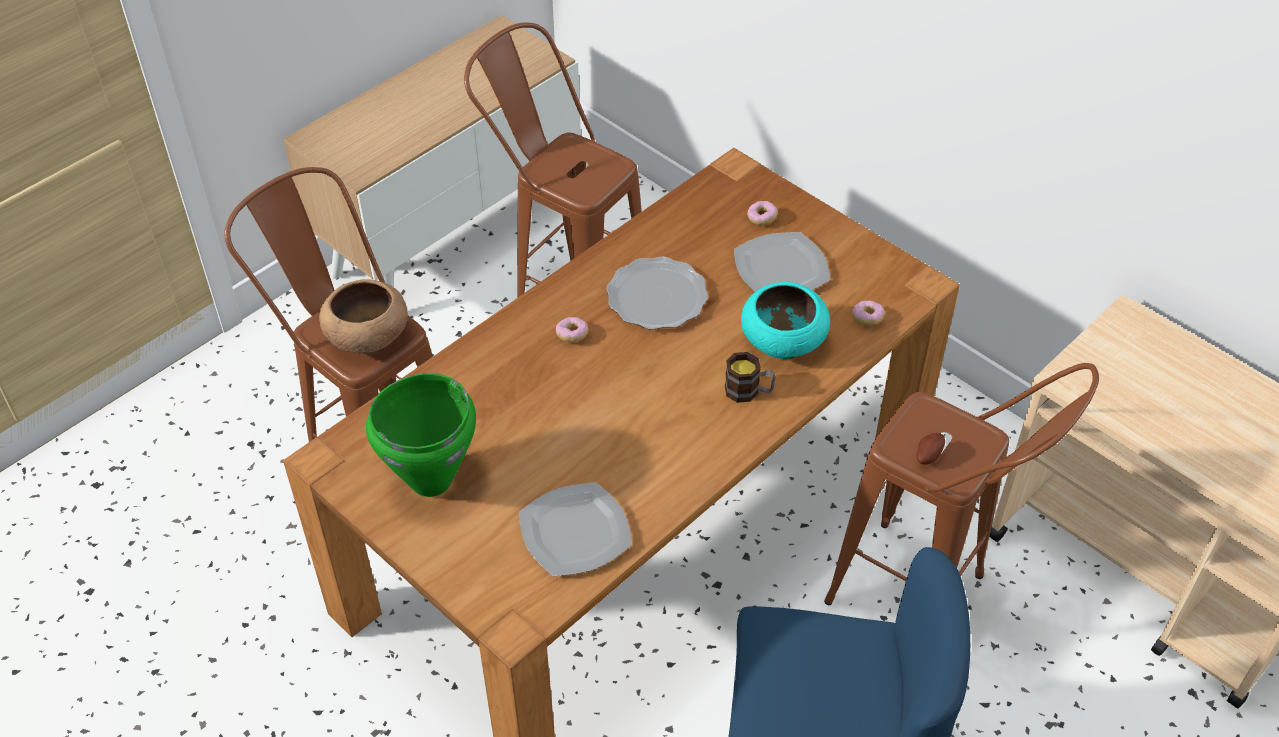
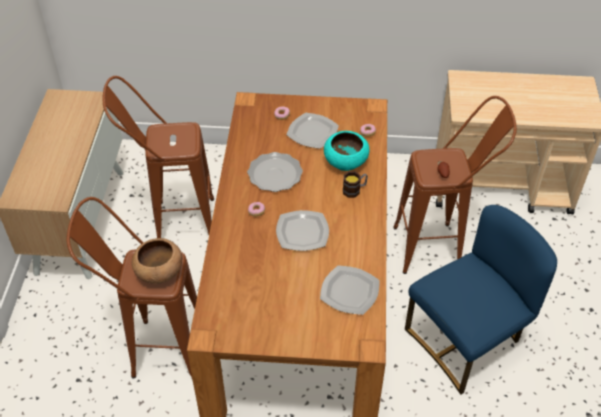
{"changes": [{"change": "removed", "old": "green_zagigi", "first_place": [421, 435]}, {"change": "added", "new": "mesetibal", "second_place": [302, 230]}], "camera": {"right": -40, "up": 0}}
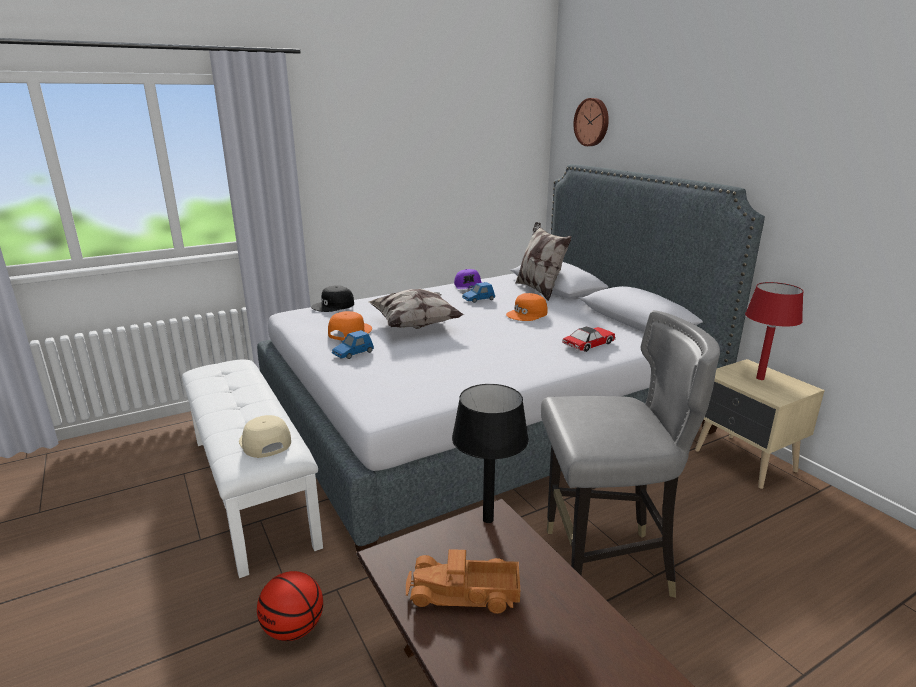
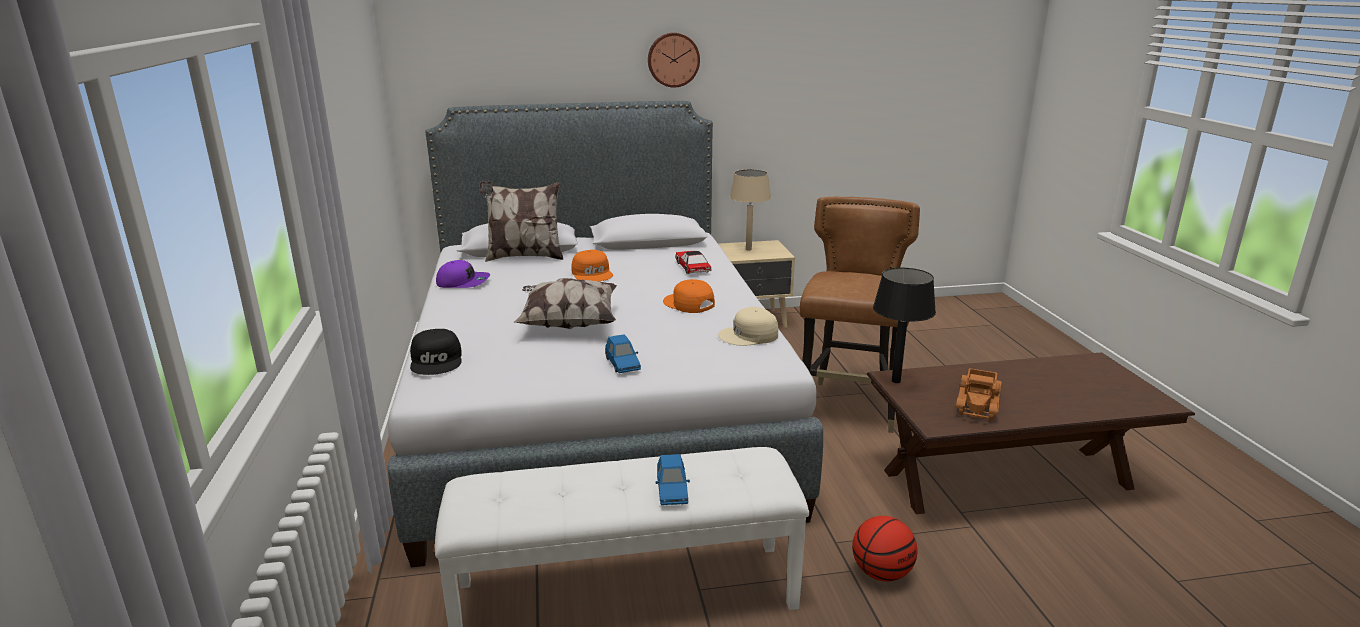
{"changes": [{"change": "moved", "old": "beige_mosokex", "first_place": [265, 436], "second_place": [748, 326]}, {"change": "moved", "old": "orange_mosokex", "first_place": [350, 326], "second_place": [689, 296]}, {"change": "moved", "old": "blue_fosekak", "first_place": [478, 292], "second_place": [673, 479]}, {"change": "recoloured", "old": "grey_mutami", "new": "brown_mutami", "first_place": [630, 454], "second_place": [860, 315]}, {"change": "moved", "old": "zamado", "first_place": [591, 122], "second_place": [674, 60]}, {"change": "recoloured", "old": "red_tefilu", "new": "beige_tefilu", "first_place": [774, 331], "second_place": [750, 209]}], "camera": {"right": -70, "up": 0}}
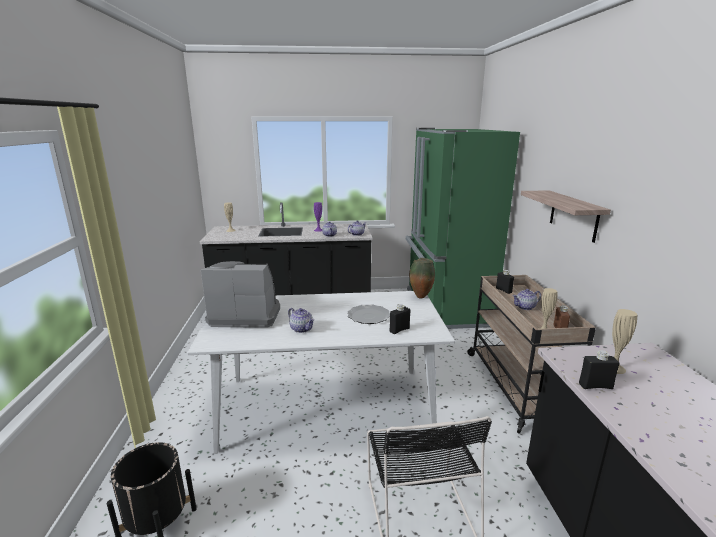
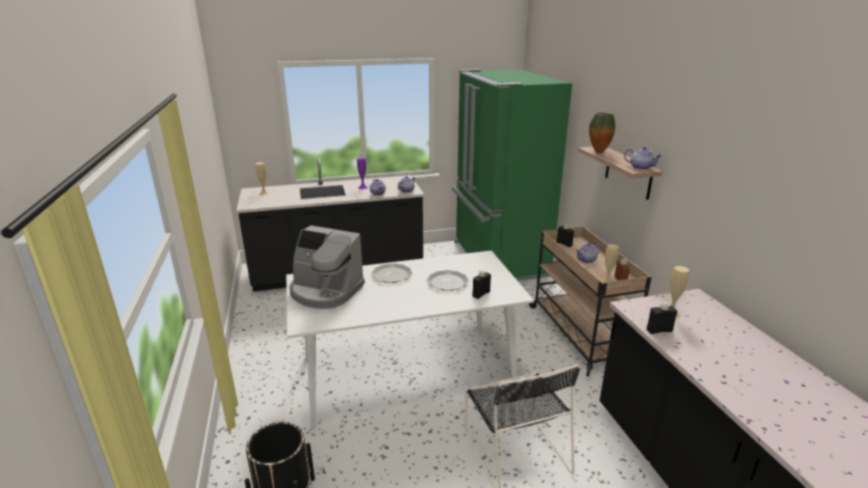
{"changes": [{"change": "turned", "old": "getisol", "first_place": [240, 294], "second_place": [327, 267], "degrees": -150}, {"change": "moved", "old": "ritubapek", "first_place": [301, 320], "second_place": [643, 158]}, {"change": "moved", "old": "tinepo", "first_place": [422, 278], "second_place": [602, 132]}, {"change": "added", "new": "mesetibal", "second_place": [391, 273]}], "camera": {"right": -10, "up": 5}}
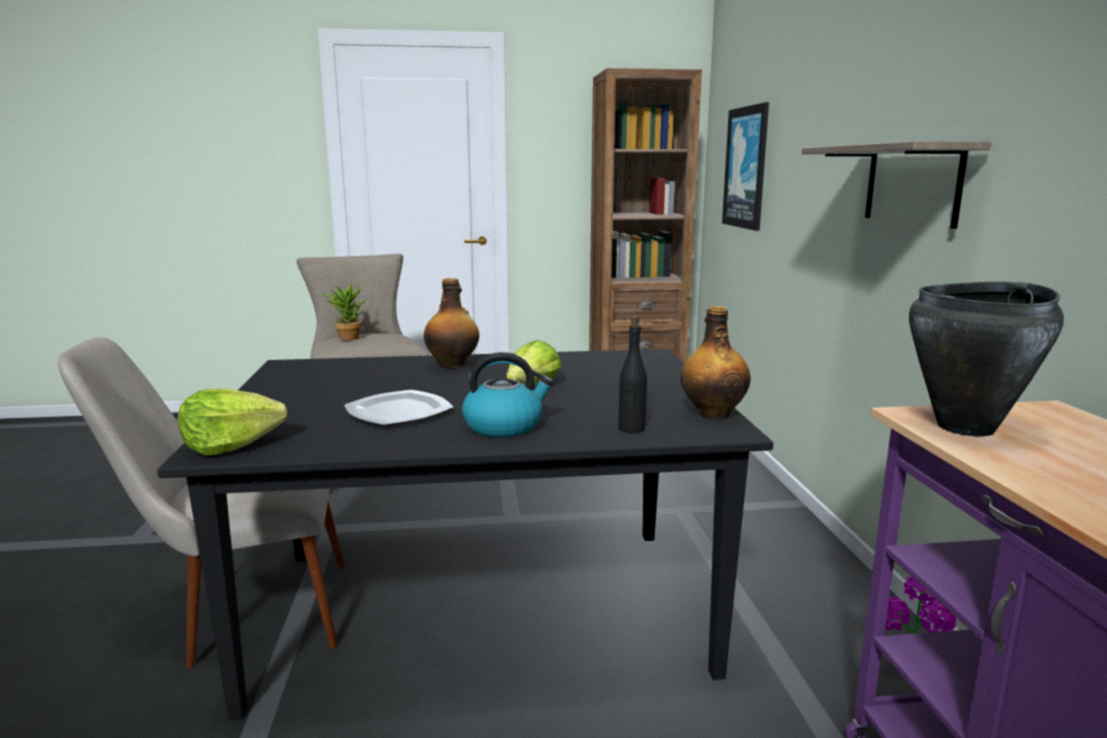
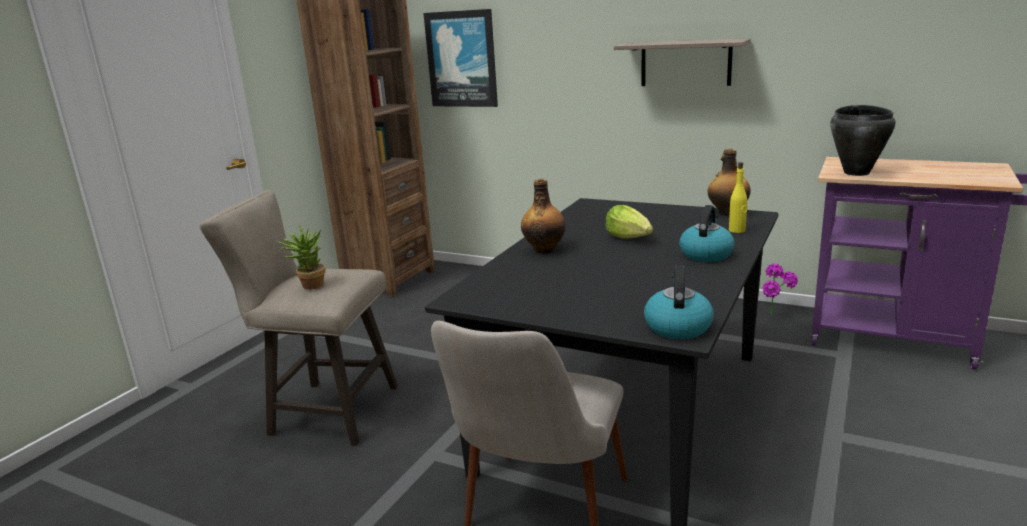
{"changes": [{"change": "replaced", "old": "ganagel", "new": "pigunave", "first_place": [233, 422], "second_place": [679, 302]}, {"change": "removed", "old": "mesetibal", "first_place": [398, 407]}, {"change": "recoloured", "old": "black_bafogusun", "new": "yellow_bafogusun", "first_place": [632, 374], "second_place": [738, 197]}], "camera": {"right": -55, "up": 5}}
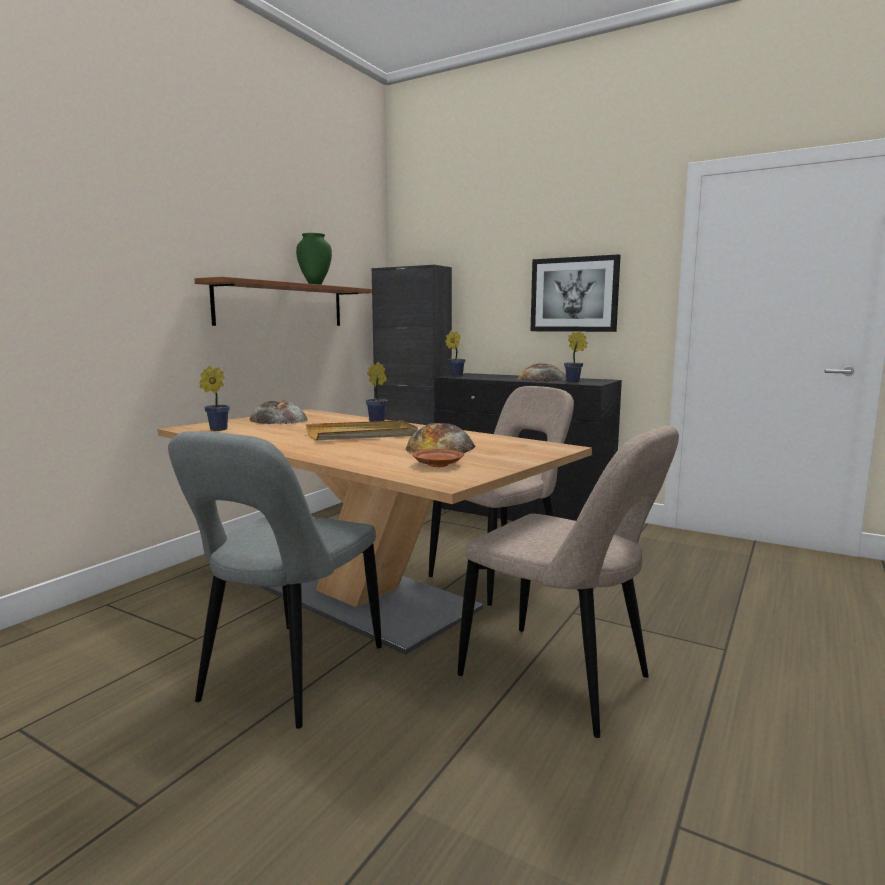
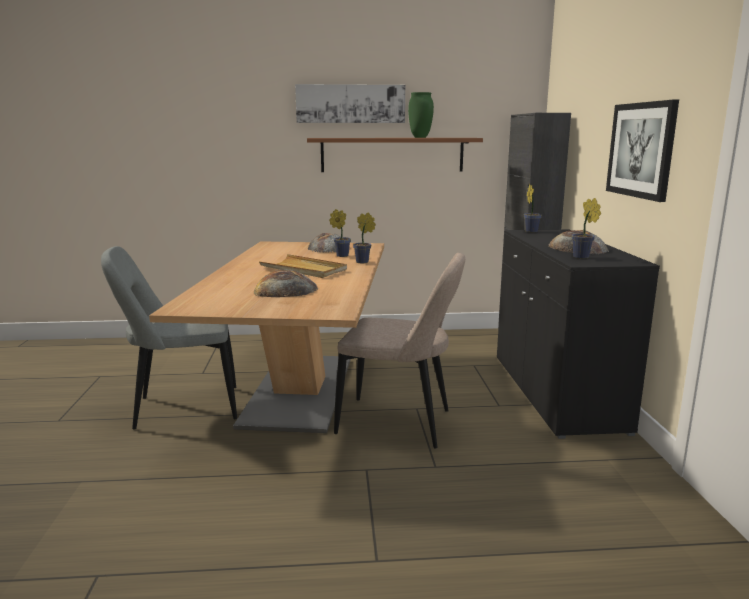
{"changes": [{"change": "moved", "old": "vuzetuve", "first_place": [215, 398], "second_place": [340, 233]}, {"change": "removed", "old": "brown_mesetibal", "first_place": [438, 458]}, {"change": "removed", "old": "beige_mutami", "first_place": [568, 581]}, {"change": "added", "new": "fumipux", "second_place": [350, 103]}], "camera": {"right": 55, "up": 5}}
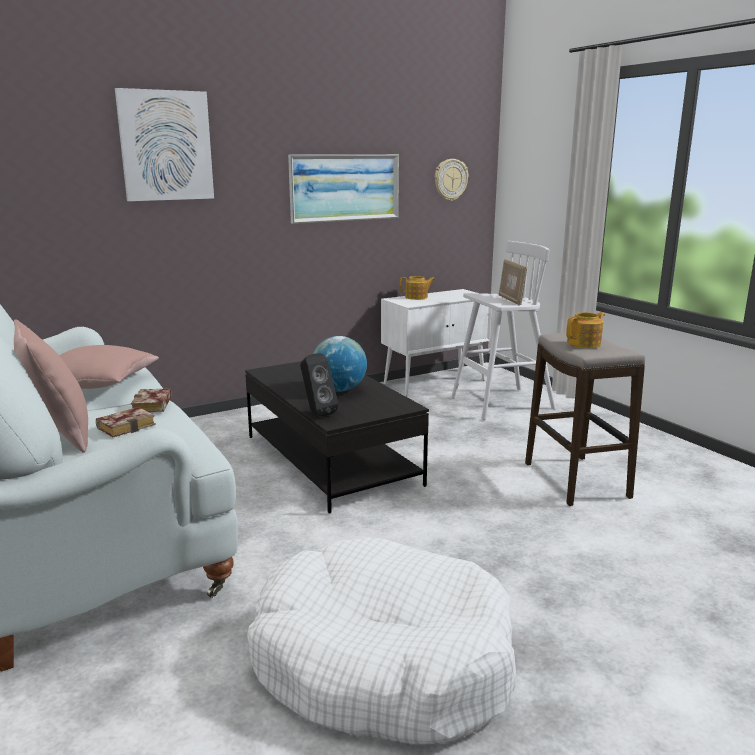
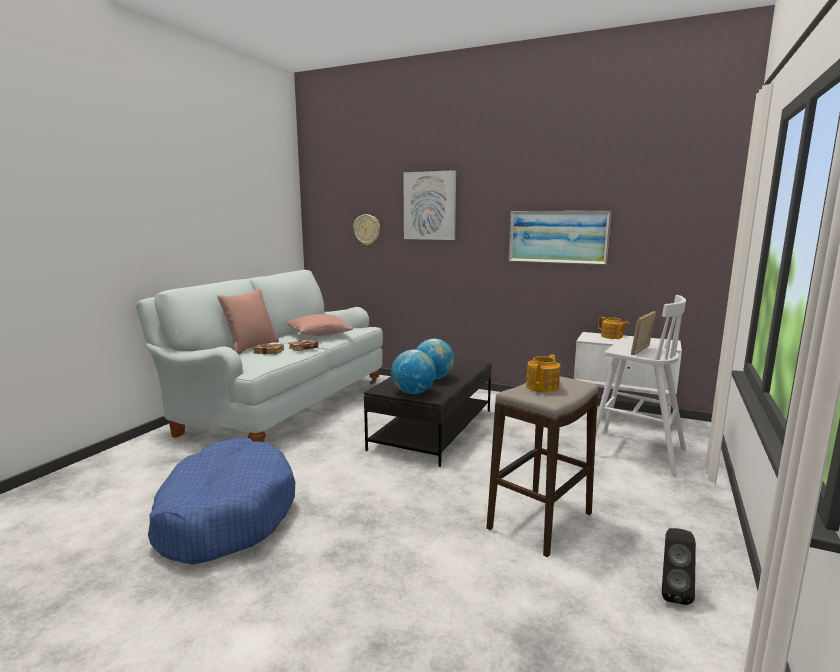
{"changes": [{"change": "recoloured", "old": "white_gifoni", "new": "blue_gifoni", "first_place": [381, 641], "second_place": [221, 501]}, {"change": "moved", "old": "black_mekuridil", "first_place": [319, 385], "second_place": [679, 566]}, {"change": "moved", "old": "zamado", "first_place": [451, 180], "second_place": [366, 229]}, {"change": "turned", "old": "ritubapek", "first_place": [585, 330], "second_place": [543, 373], "degrees": -75}, {"change": "added", "new": "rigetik", "second_place": [413, 372]}], "camera": {"right": 55, "up": -5}}
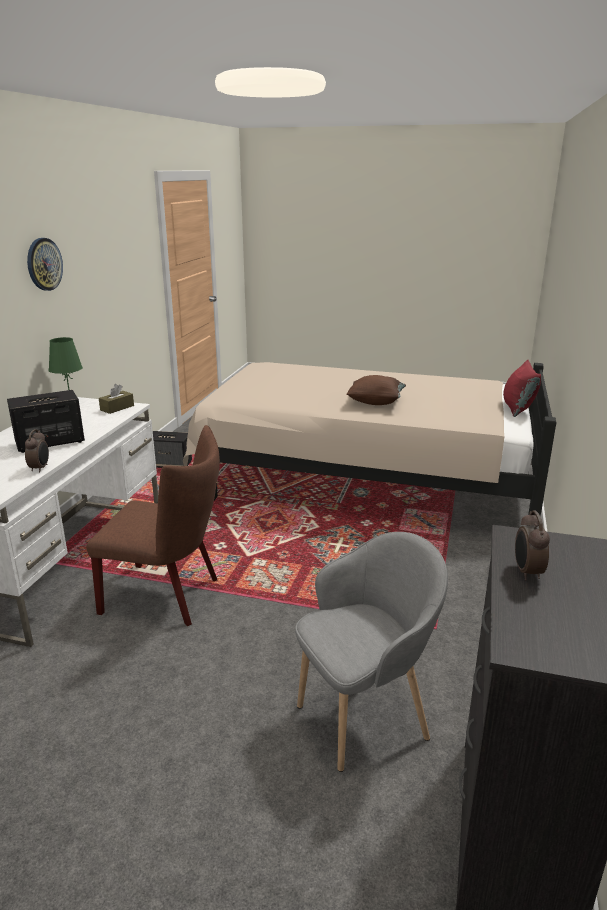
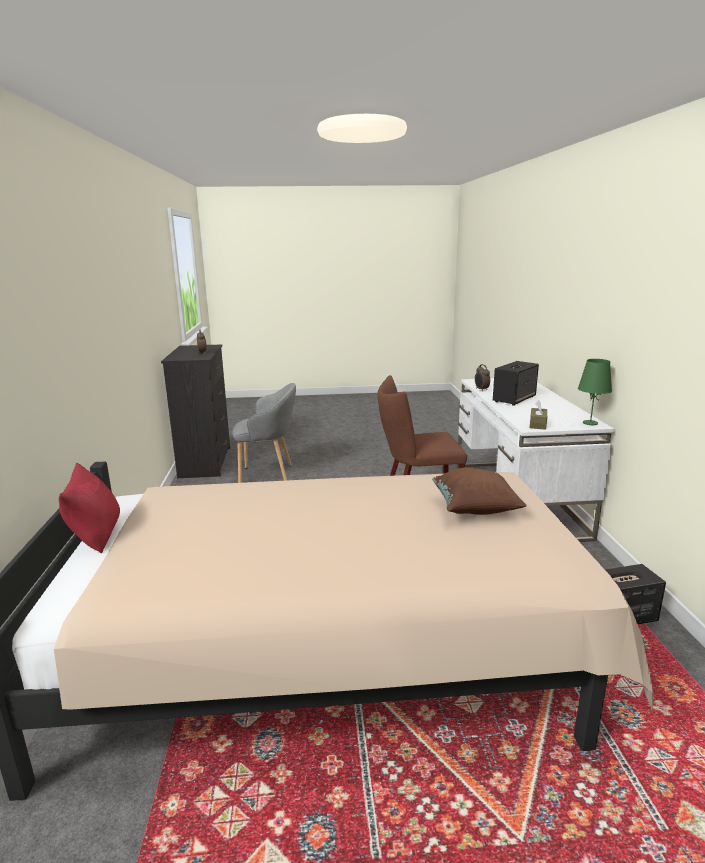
{"changes": [{"change": "removed", "old": "zamado", "first_place": [45, 264]}, {"change": "turned", "old": "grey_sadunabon", "first_place": [371, 652], "second_place": [264, 433], "degrees": -135}, {"change": "moved", "old": "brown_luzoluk", "first_place": [376, 390], "second_place": [479, 491]}], "camera": {"right": 160, "up": -5}}
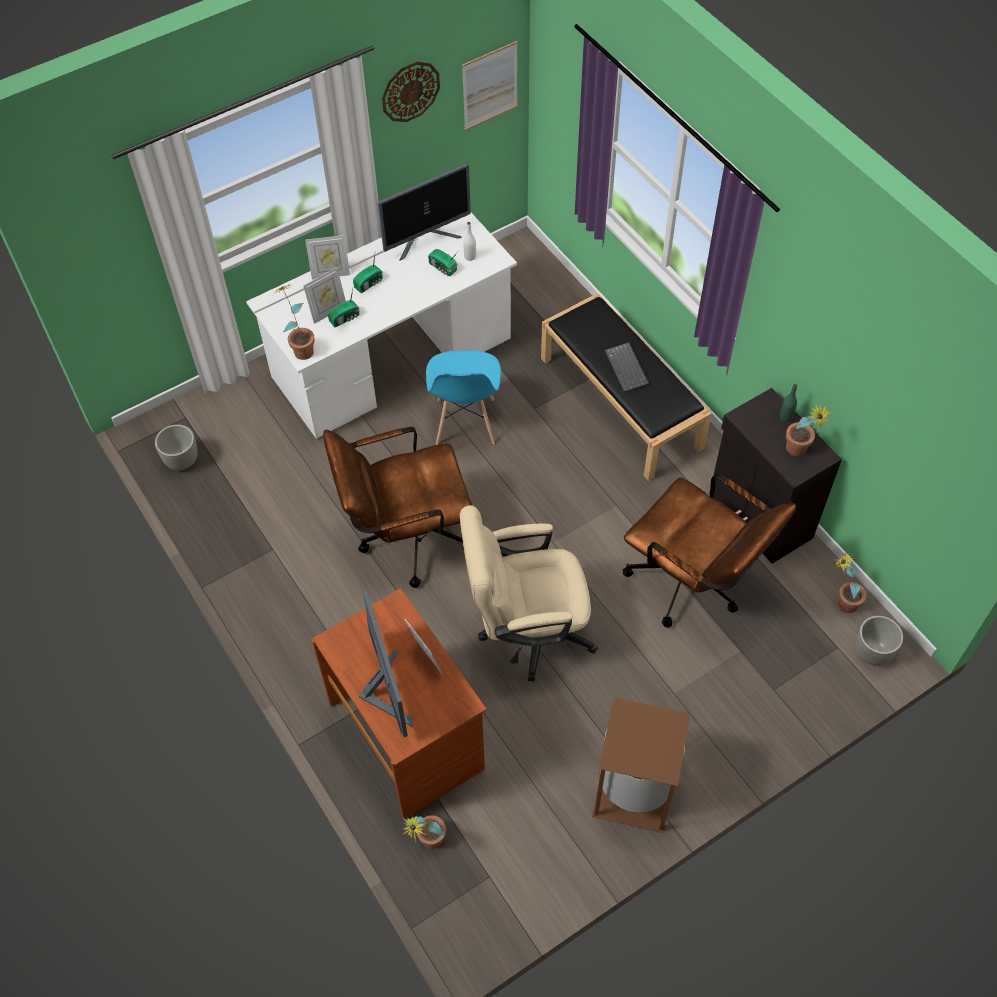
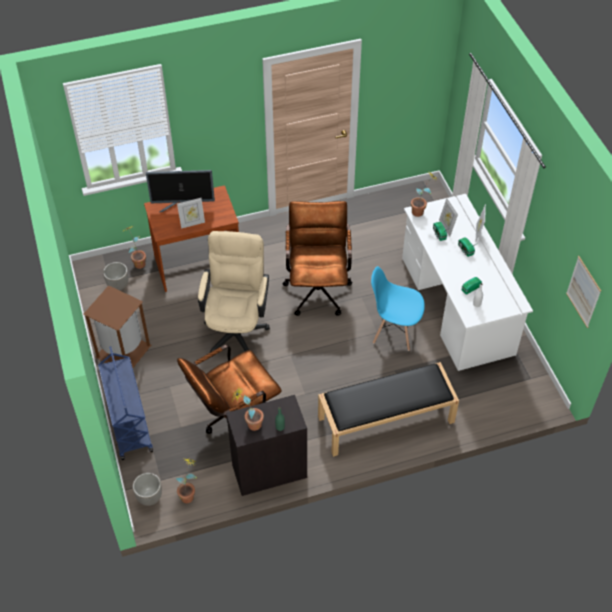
{"changes": [{"change": "moved", "old": "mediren", "first_place": [176, 447], "second_place": [115, 276]}, {"change": "removed", "old": "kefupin", "first_place": [424, 212]}, {"change": "removed", "old": "zamado", "first_place": [411, 91]}, {"change": "removed", "old": "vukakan", "first_place": [627, 367]}, {"change": "added", "new": "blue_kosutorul", "second_place": [125, 403]}], "camera": {"right": 105, "up": -5}}
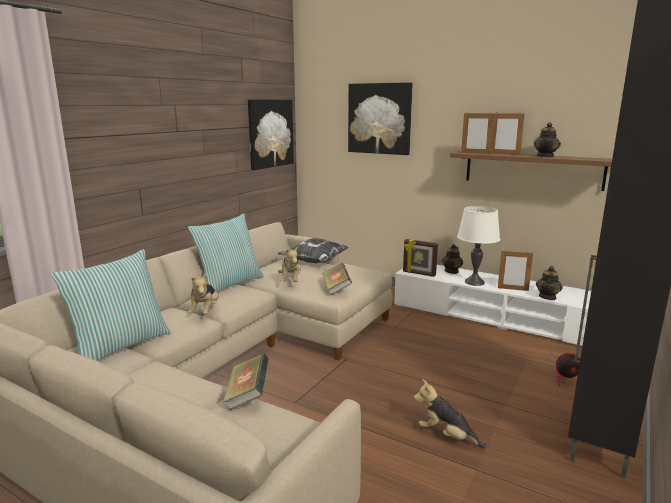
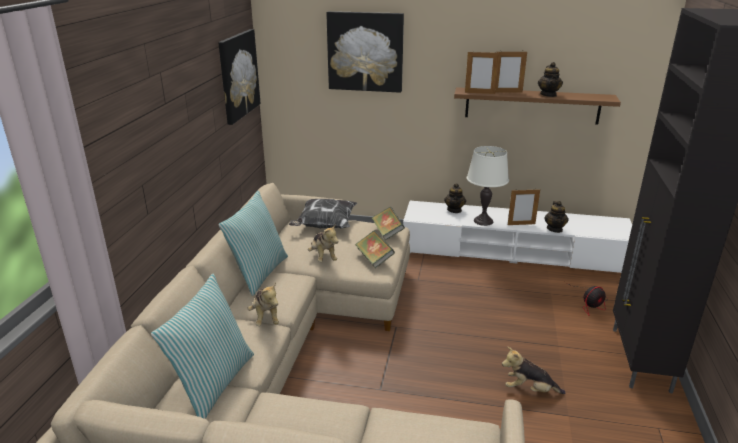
{"changes": [{"change": "moved", "old": "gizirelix", "first_place": [246, 381], "second_place": [388, 224]}, {"change": "removed", "old": "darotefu", "first_place": [420, 258]}], "camera": {"right": -20, "up": 10}}
